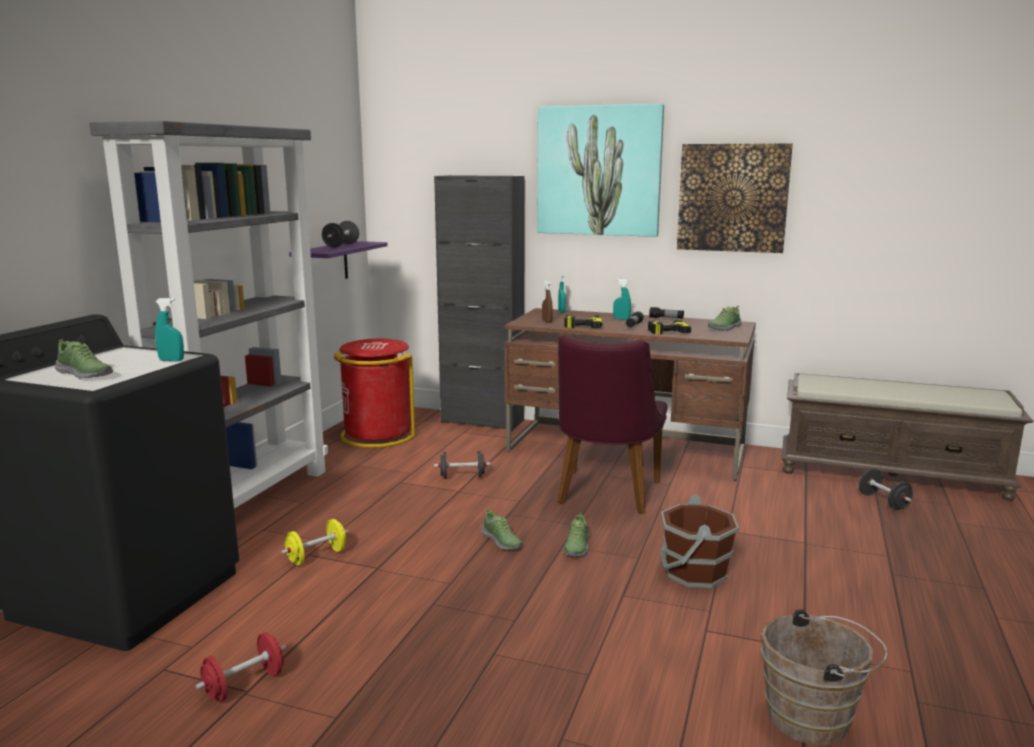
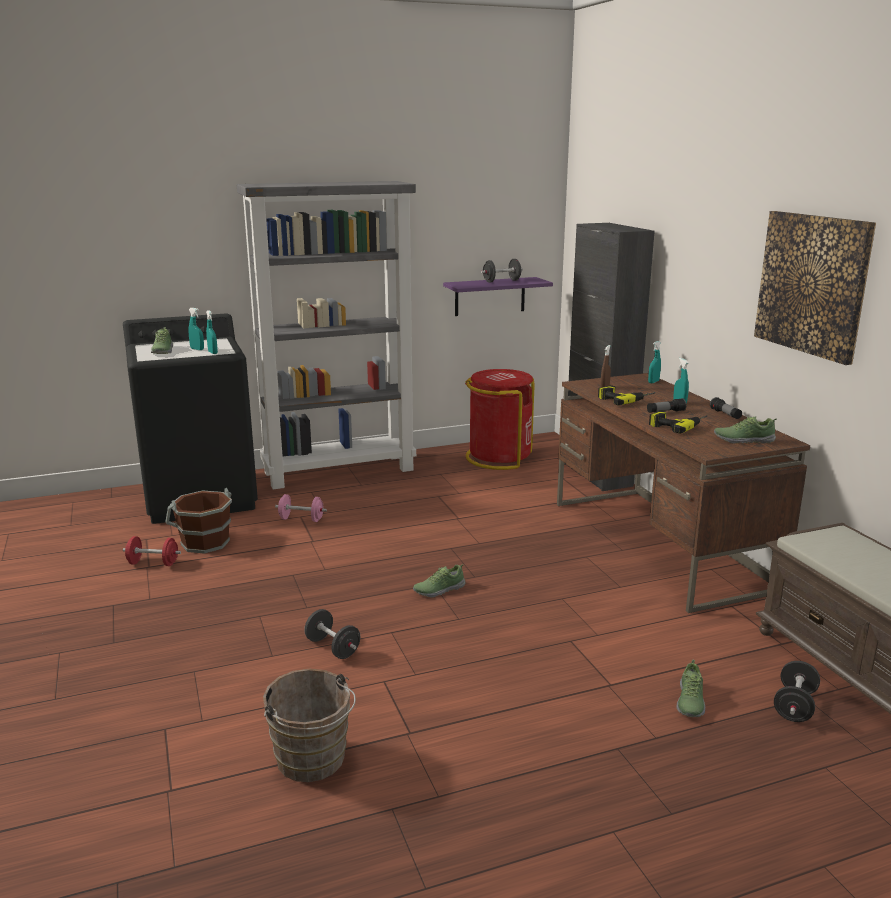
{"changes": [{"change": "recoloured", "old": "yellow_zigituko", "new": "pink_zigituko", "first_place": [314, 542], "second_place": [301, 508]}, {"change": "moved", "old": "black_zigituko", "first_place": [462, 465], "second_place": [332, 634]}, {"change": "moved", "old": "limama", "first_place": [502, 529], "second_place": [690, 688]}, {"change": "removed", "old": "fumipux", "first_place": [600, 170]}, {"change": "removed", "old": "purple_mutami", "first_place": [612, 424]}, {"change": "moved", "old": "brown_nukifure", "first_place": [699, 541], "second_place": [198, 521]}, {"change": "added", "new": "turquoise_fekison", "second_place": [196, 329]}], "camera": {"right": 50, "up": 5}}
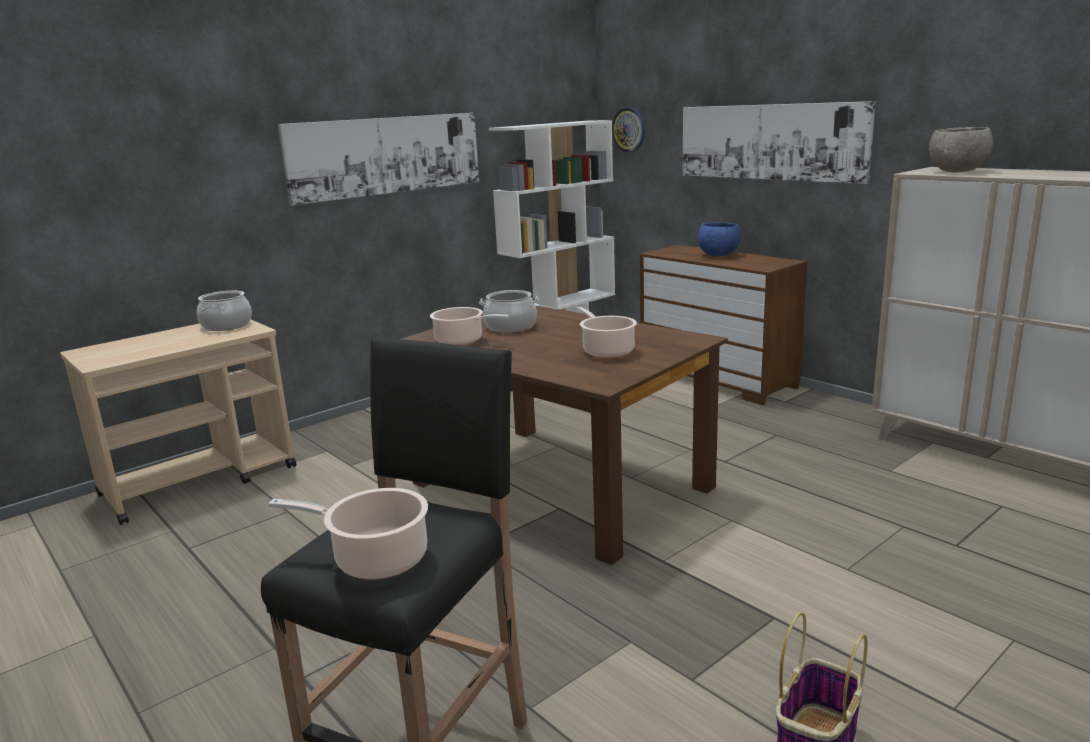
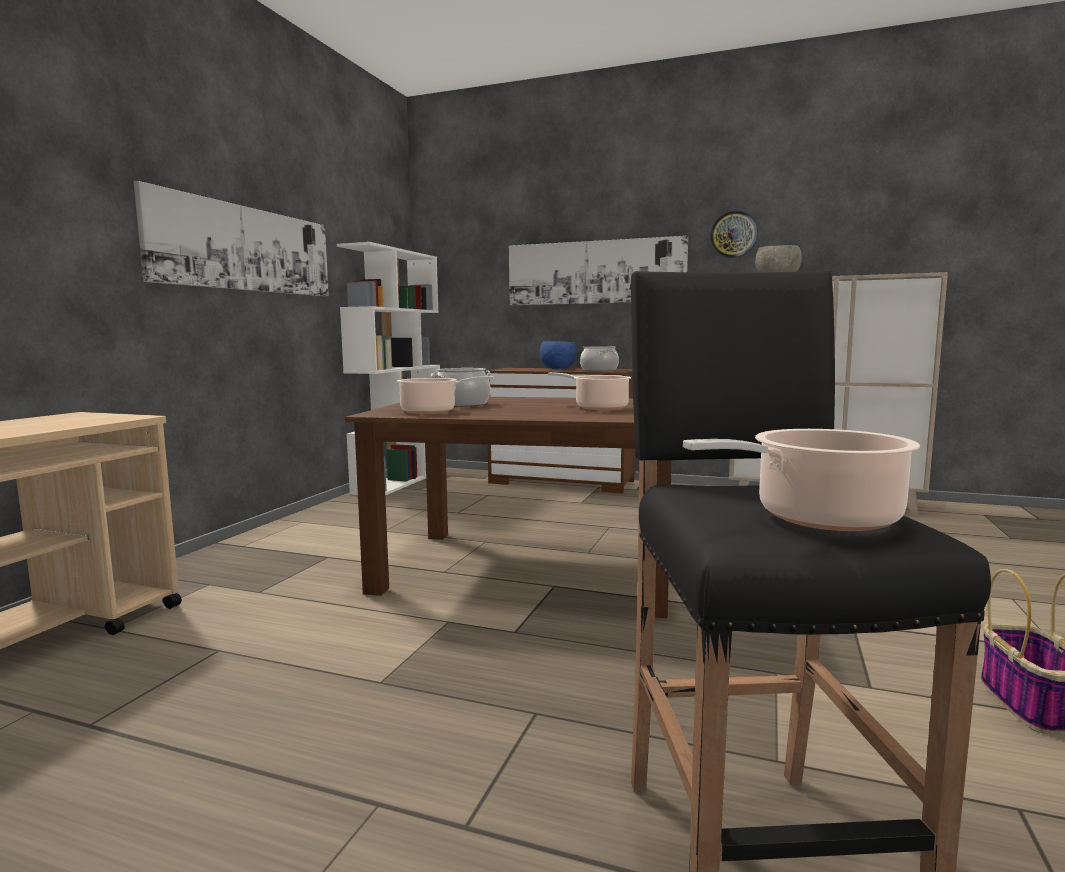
{"changes": [{"change": "moved", "old": "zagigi", "first_place": [224, 311], "second_place": [599, 358]}, {"change": "moved", "old": "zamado", "first_place": [628, 130], "second_place": [734, 234]}], "camera": {"right": -30, "up": -10}}
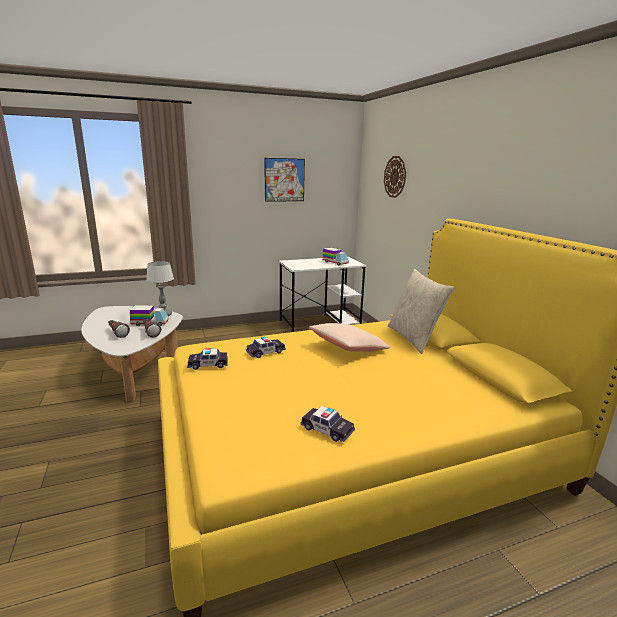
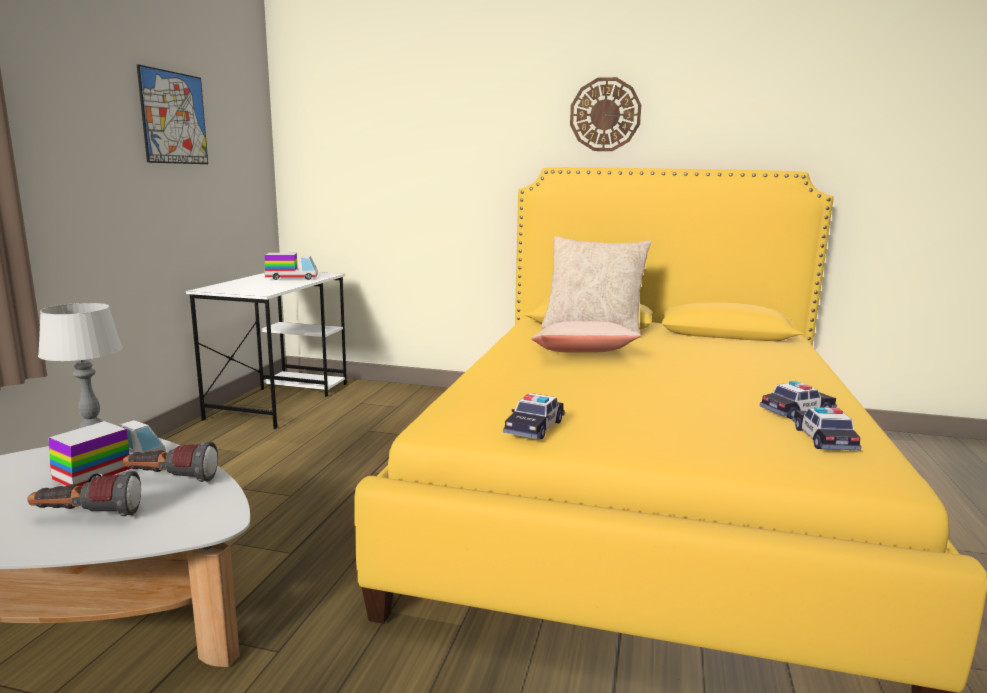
{"changes": [{"change": "moved", "old": "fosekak", "first_place": [266, 347], "second_place": [827, 428]}, {"change": "moved", "old": "zamado", "first_place": [395, 177], "second_place": [605, 114]}], "camera": {"right": -55, "up": -5}}
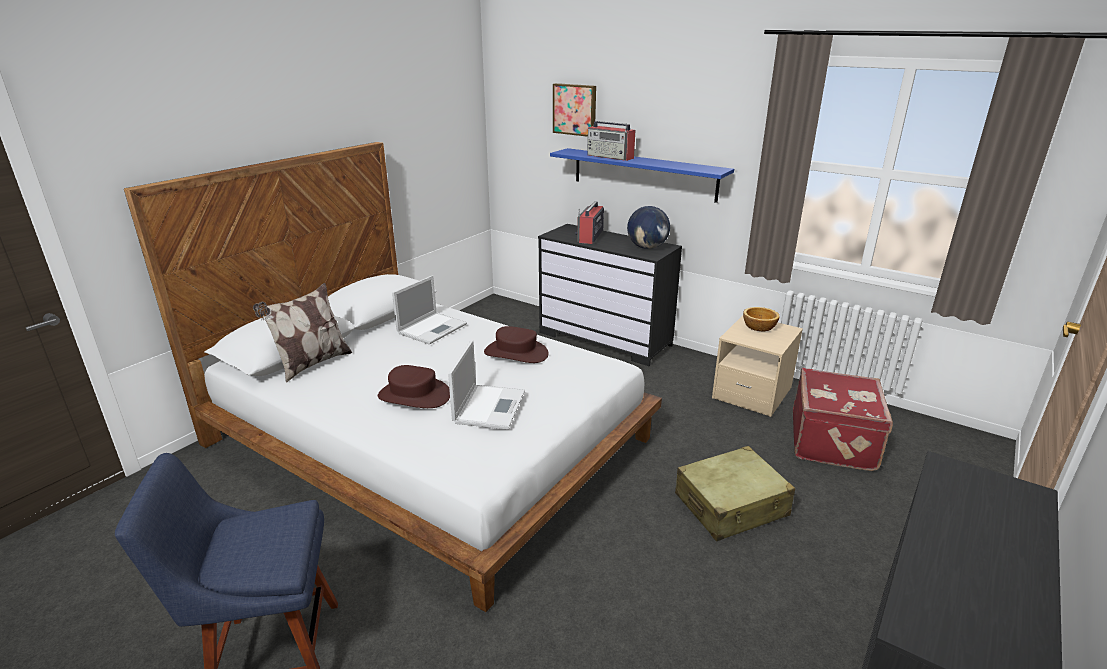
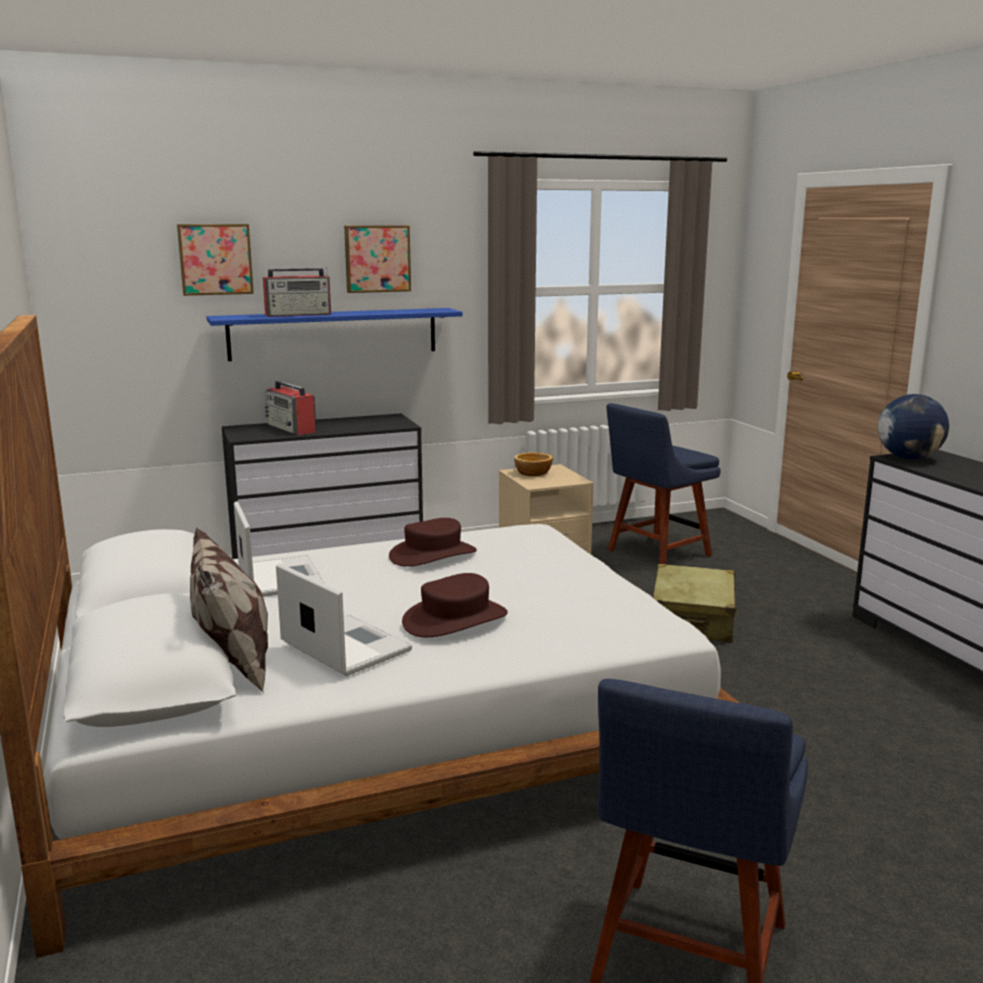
{"changes": [{"change": "moved", "old": "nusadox", "first_place": [486, 385], "second_place": [344, 619]}, {"change": "moved", "old": "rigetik", "first_place": [648, 227], "second_place": [913, 426]}, {"change": "replaced", "old": "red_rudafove", "new": "blue_mutami", "first_place": [843, 419], "second_place": [663, 483]}, {"change": "added", "new": "fumipux", "second_place": [377, 259]}], "camera": {"right": -55, "up": -10}}
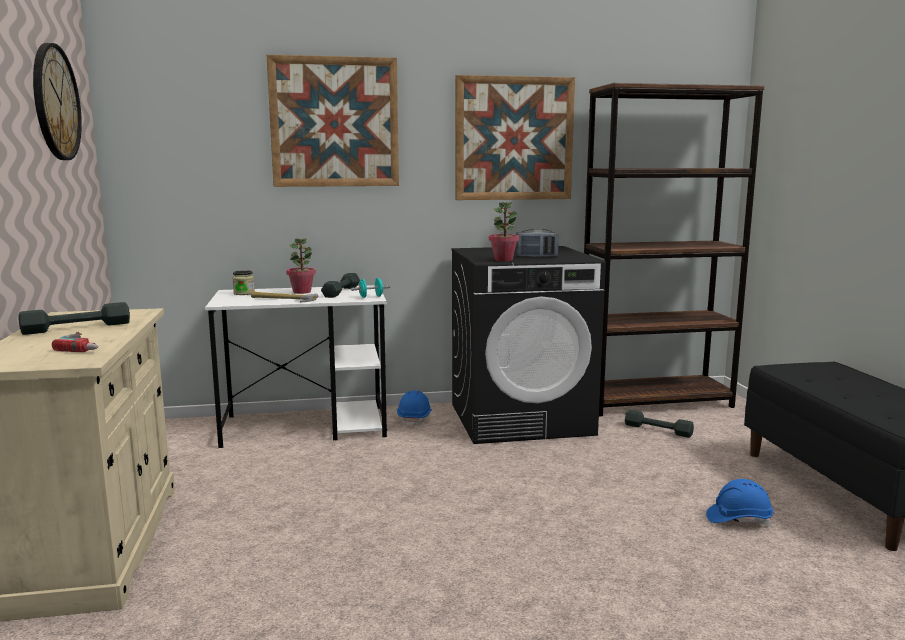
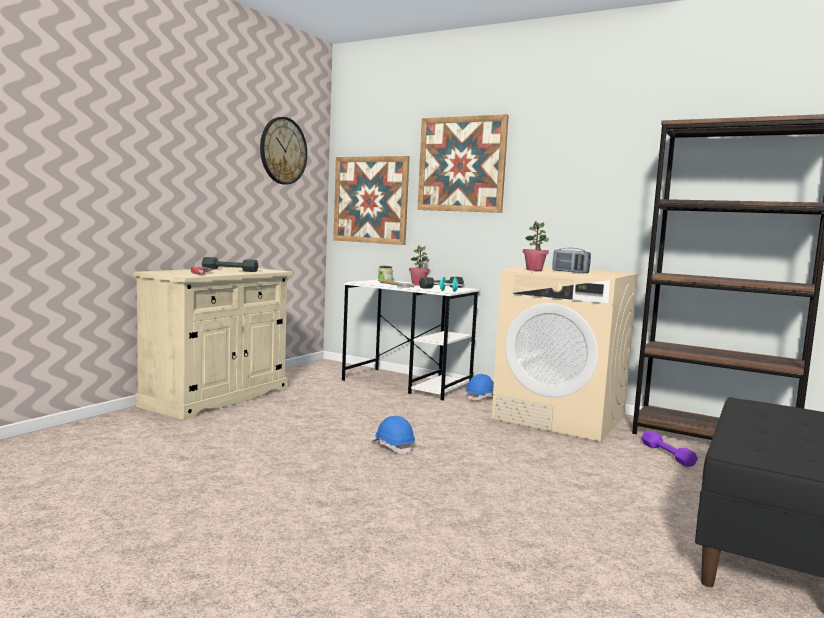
{"changes": [{"change": "recoloured", "old": "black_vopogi", "new": "beige_vopogi", "first_place": [528, 345], "second_place": [565, 354]}, {"change": "moved", "old": "fumipux", "first_place": [515, 137], "second_place": [371, 200]}, {"change": "recoloured", "old": "grey_zigituko", "new": "purple_zigituko", "first_place": [659, 424], "second_place": [669, 449]}, {"change": "moved", "old": "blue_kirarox", "first_place": [739, 502], "second_place": [393, 435]}], "camera": {"right": 40, "up": -5}}
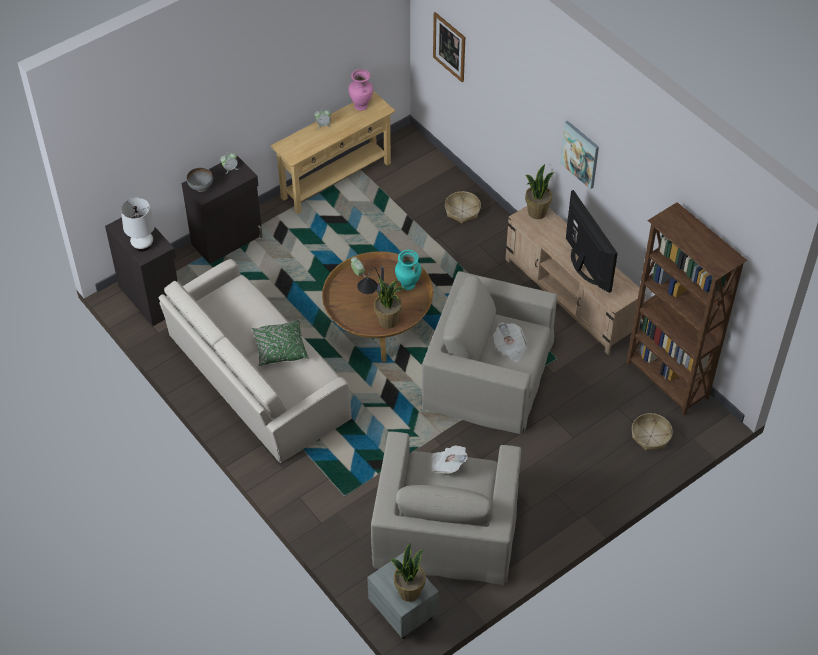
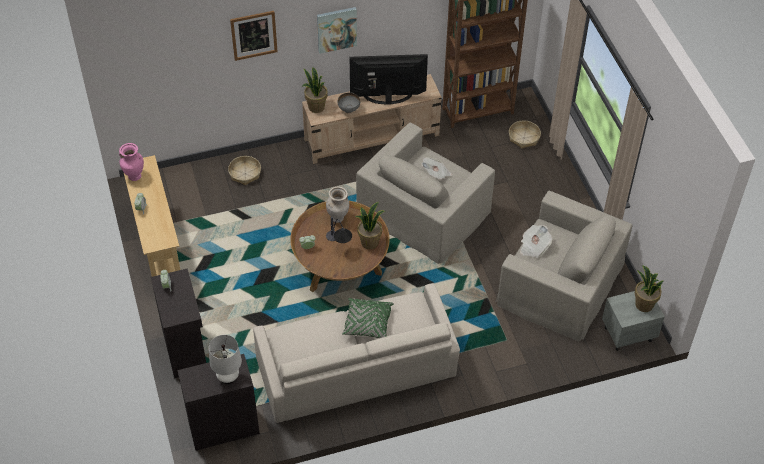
{"changes": [{"change": "moved", "old": "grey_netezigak", "first_place": [200, 180], "second_place": [349, 102]}, {"change": "recoloured", "old": "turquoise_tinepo", "new": "beige_tinepo", "first_place": [408, 270], "second_place": [337, 205]}, {"change": "moved", "old": "fumipux", "first_place": [449, 47], "second_place": [254, 36]}], "camera": {"right": -70, "up": 0}}
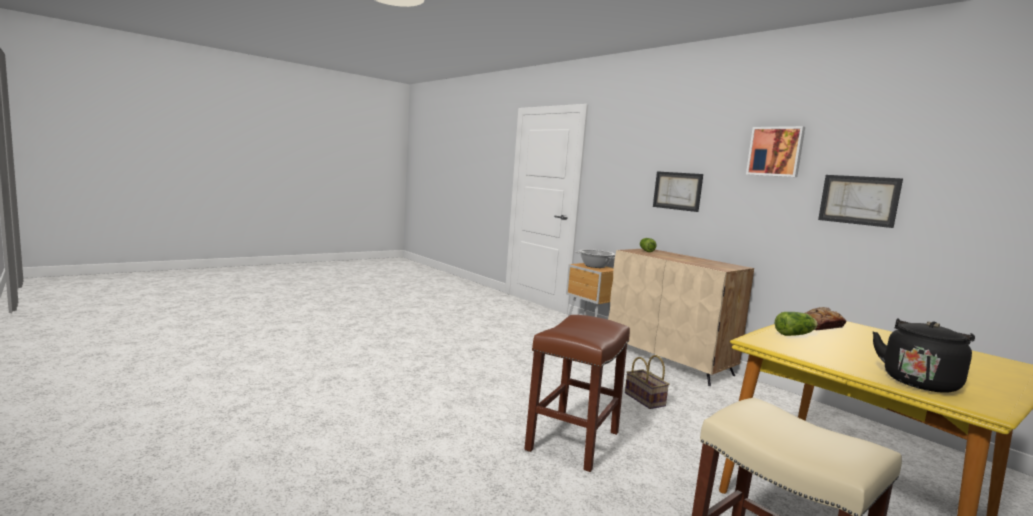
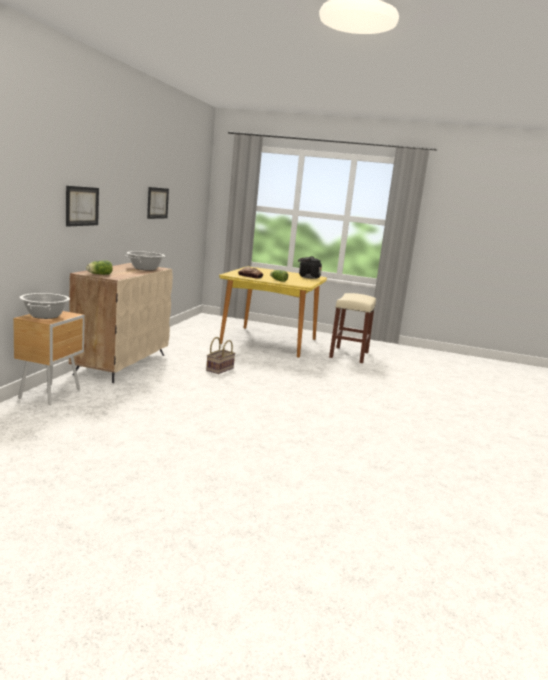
{"changes": [{"change": "removed", "old": "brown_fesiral", "first_place": [577, 393]}, {"change": "removed", "old": "fumipux", "first_place": [775, 151]}, {"change": "added", "new": "zagigi", "second_place": [145, 261]}], "camera": {"right": -125, "up": 5}}
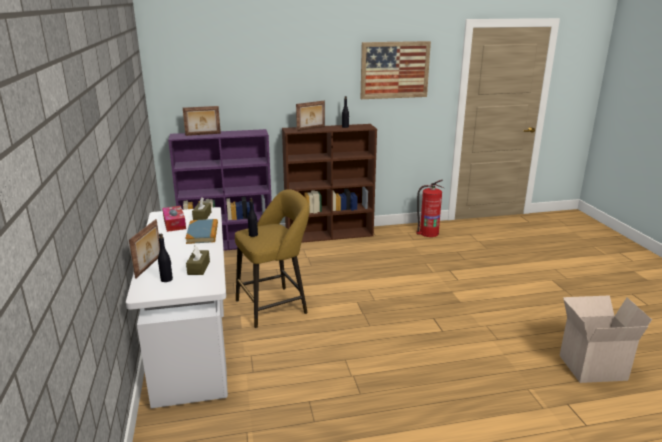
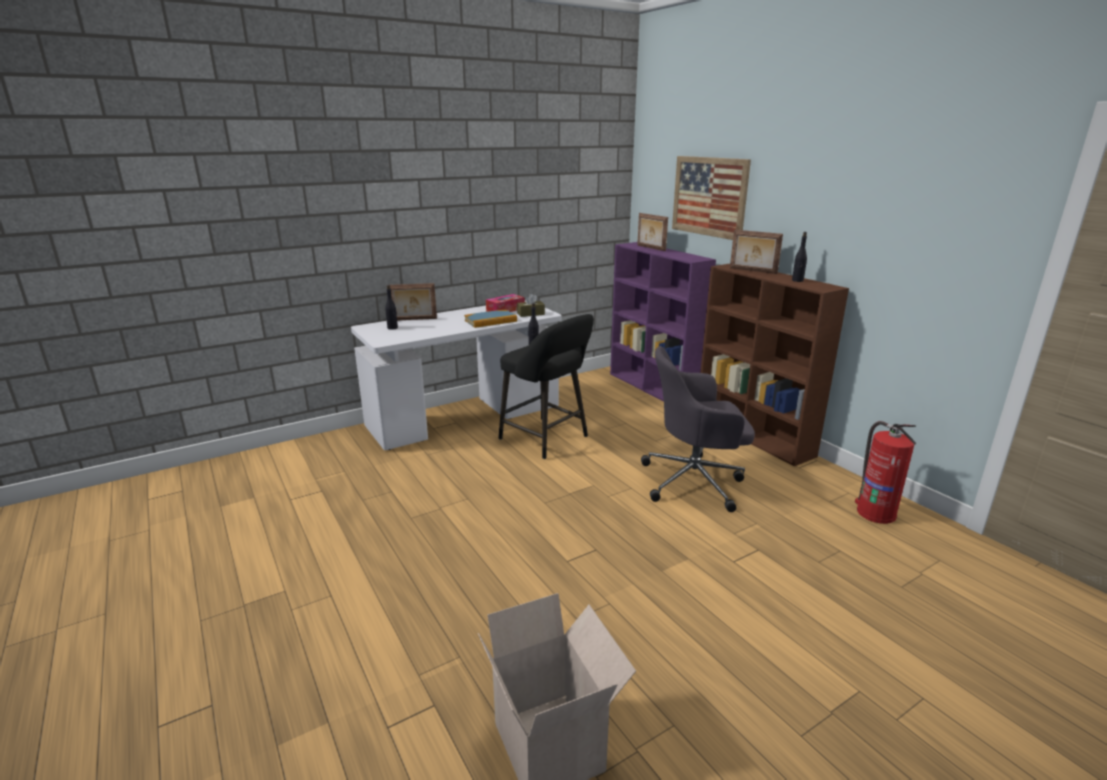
{"changes": [{"change": "removed", "old": "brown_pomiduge", "first_place": [198, 260]}, {"change": "recoloured", "old": "yellow_fesiral", "new": "black_fesiral", "first_place": [272, 258], "second_place": [546, 386]}, {"change": "moved", "old": "fumipux", "first_place": [396, 70], "second_place": [711, 198]}, {"change": "added", "new": "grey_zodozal", "second_place": [698, 429]}], "camera": {"right": 70, "up": 0}}
